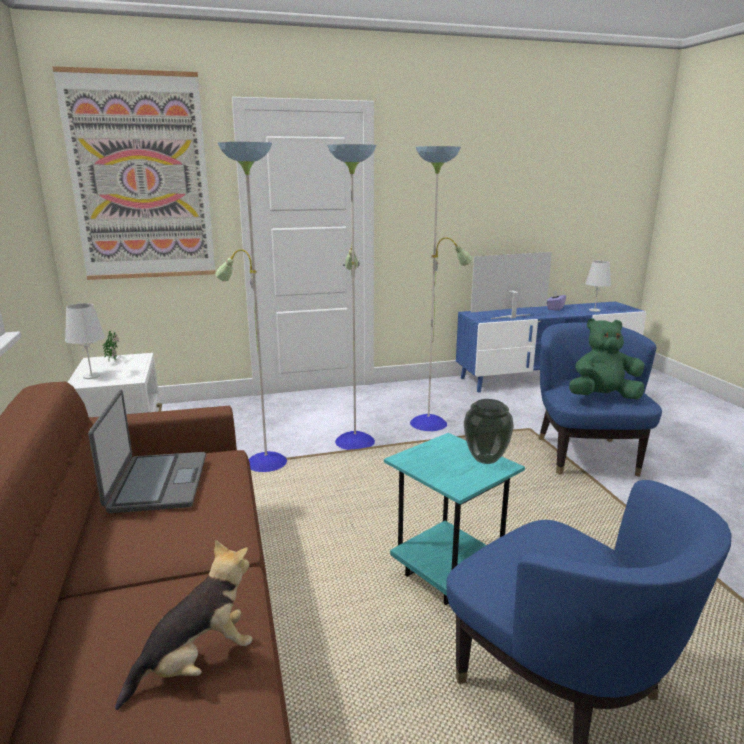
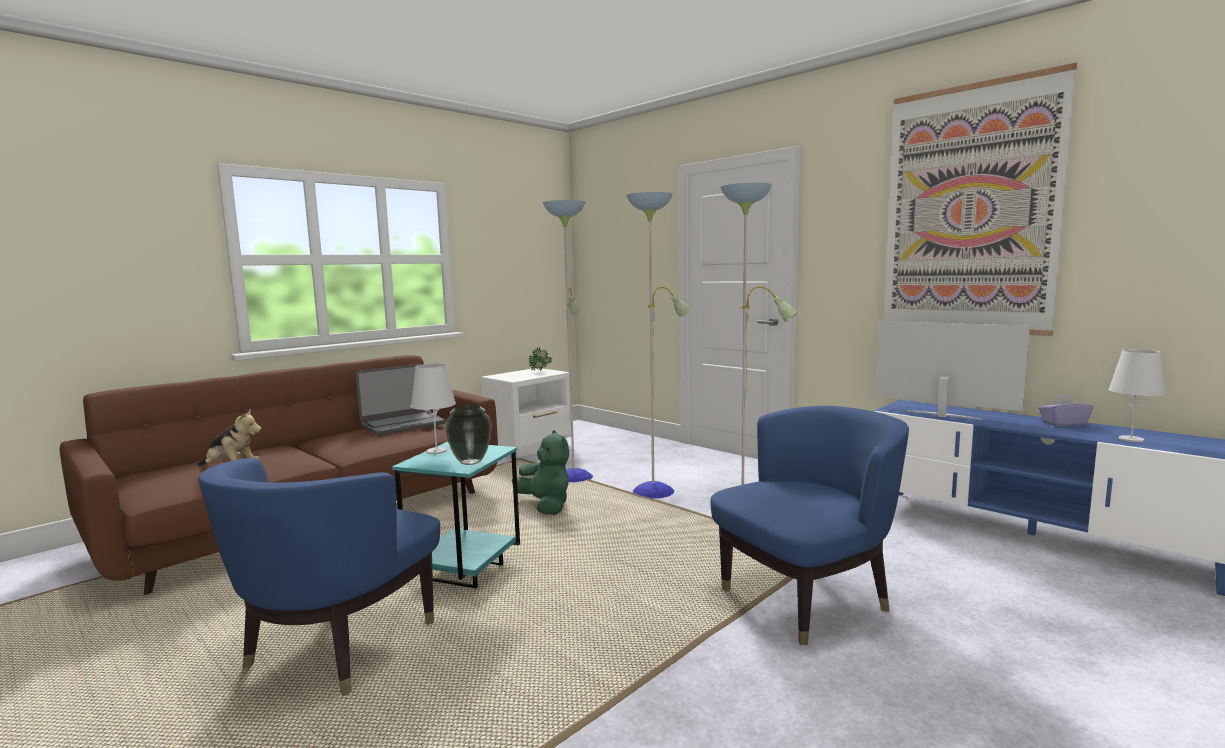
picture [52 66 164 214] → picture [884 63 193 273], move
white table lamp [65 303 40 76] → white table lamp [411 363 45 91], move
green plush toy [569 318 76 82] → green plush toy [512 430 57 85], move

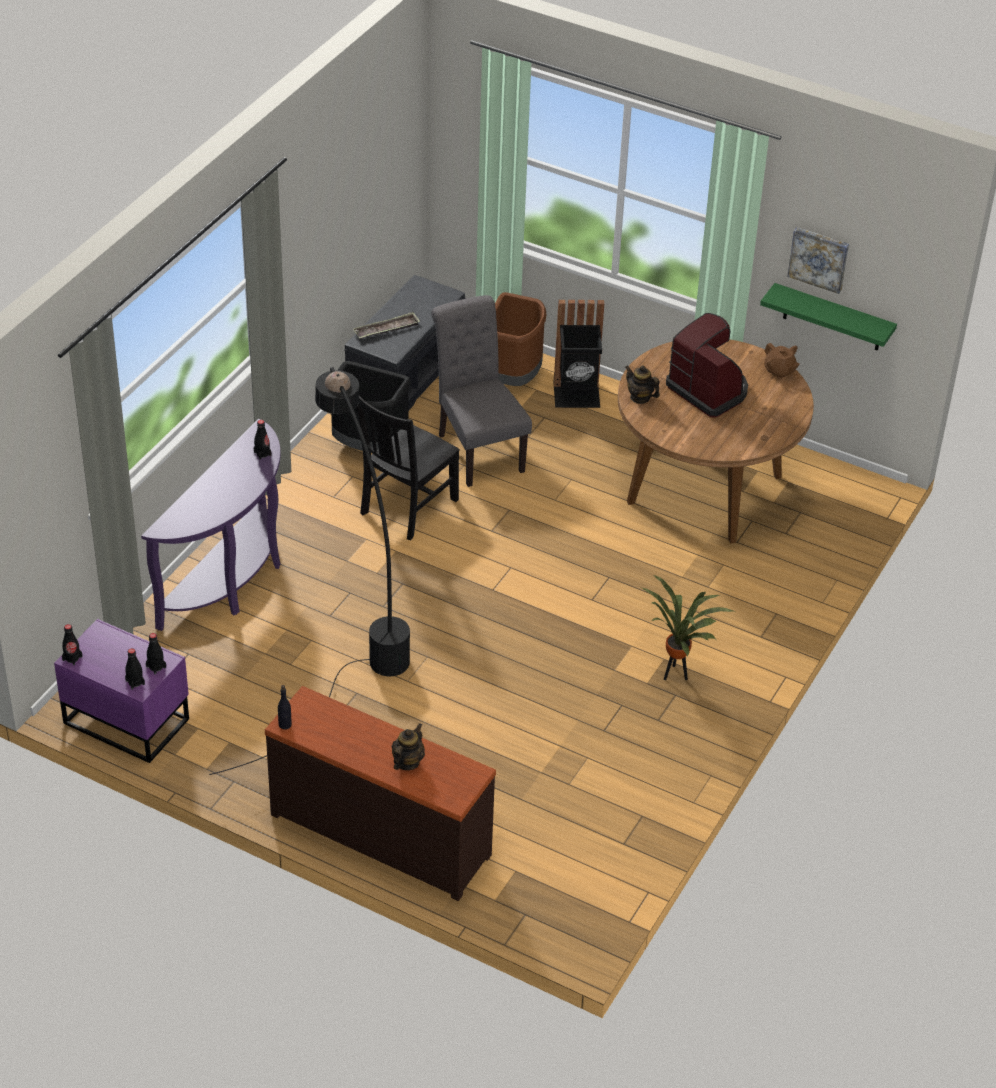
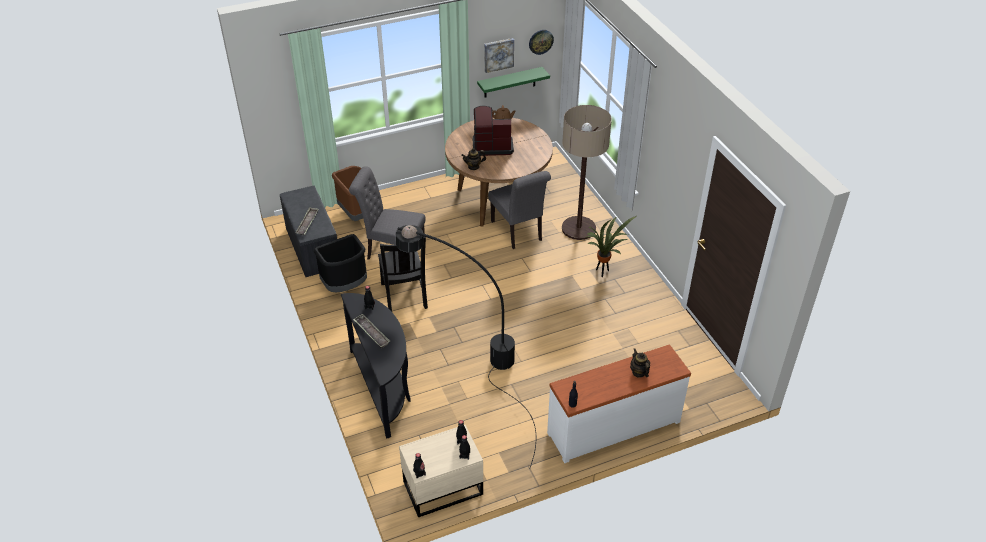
black trash can [554 300 50 108] → -
- → tray [353 314 37 34]
- → grey chair [488 171 63 78]
- → wall clock [529 30 25 25]
- → floor lamp [562 105 50 135]
purple nightstand [54 619 135 144] → beige nightstand [399 425 84 92]
purple console table [141 419 140 212] → black console table [341 293 70 146]
brown dresser [265 686 231 215] → white dresser [547 344 144 119]

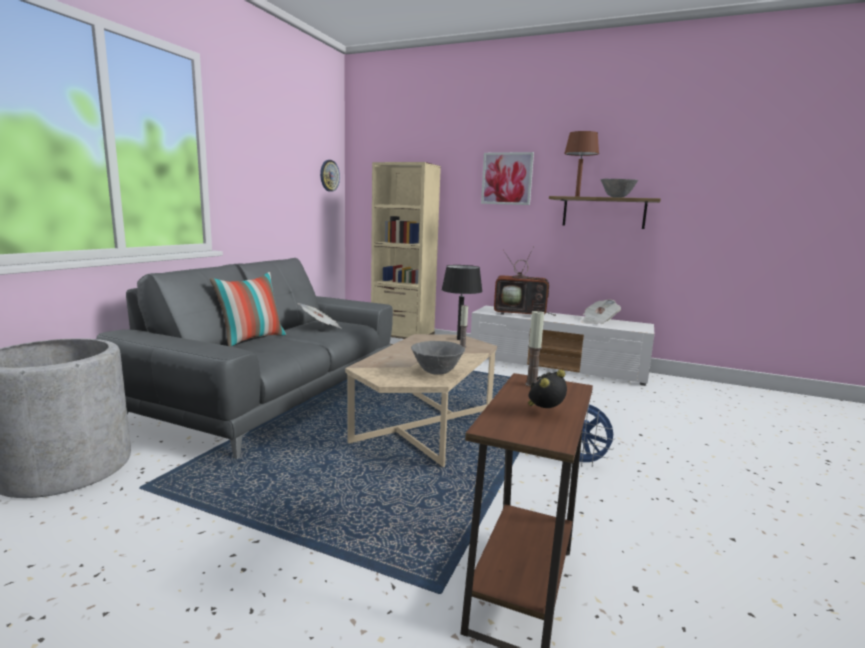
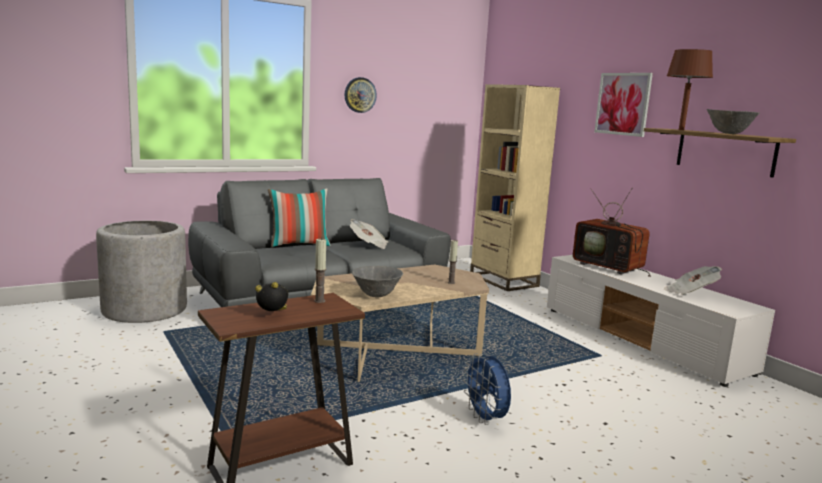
black table lamp [441 265 42 75] → -
wall clock [320 160 20 32] → wall clock [344 77 33 36], move

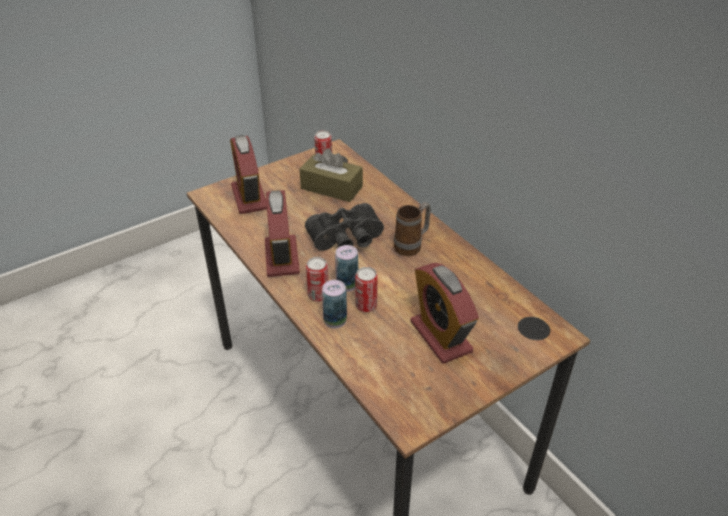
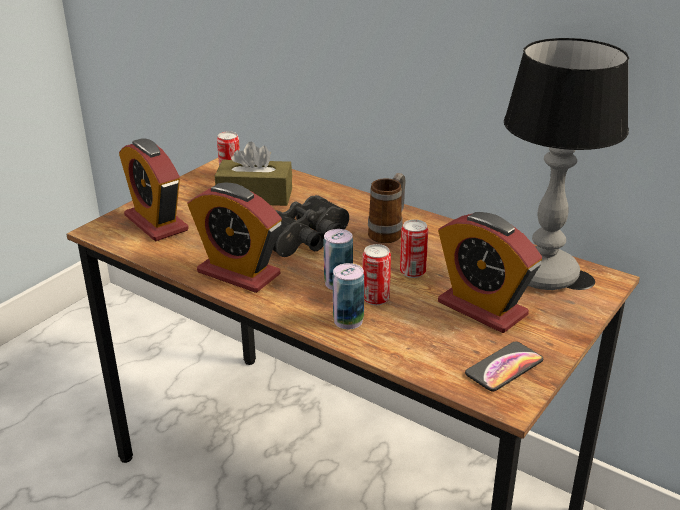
- → phone [465 342 78 49]
- → table lamp [504 38 125 252]
can [306 257 22 45] → can [400 219 28 59], move
alarm clock [265 190 35 87] → alarm clock [187 183 95 110], 150 degrees clockwise

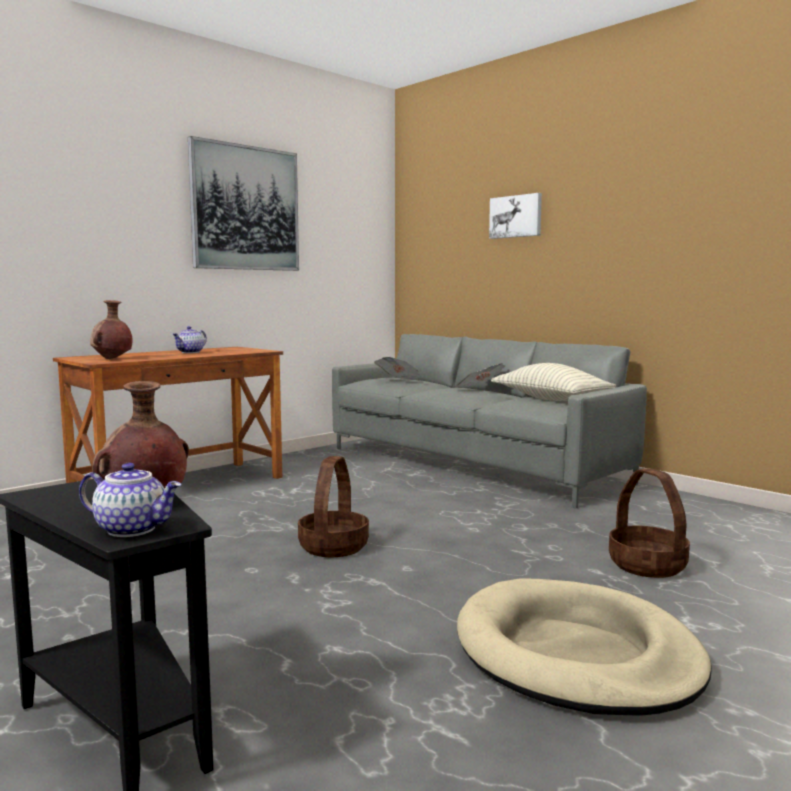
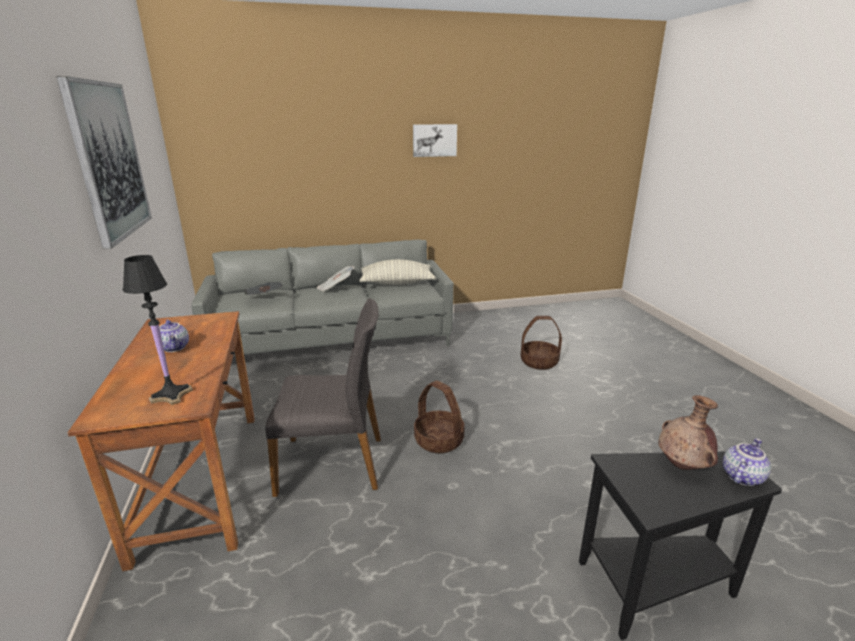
beige dog bed [457 578 255 138] → -
- → grey chair [265 298 116 199]
picture [489 193 53 46] → picture [413 124 44 33], move
brown vase [90 300 42 59] → black table lamp [122 255 71 150]

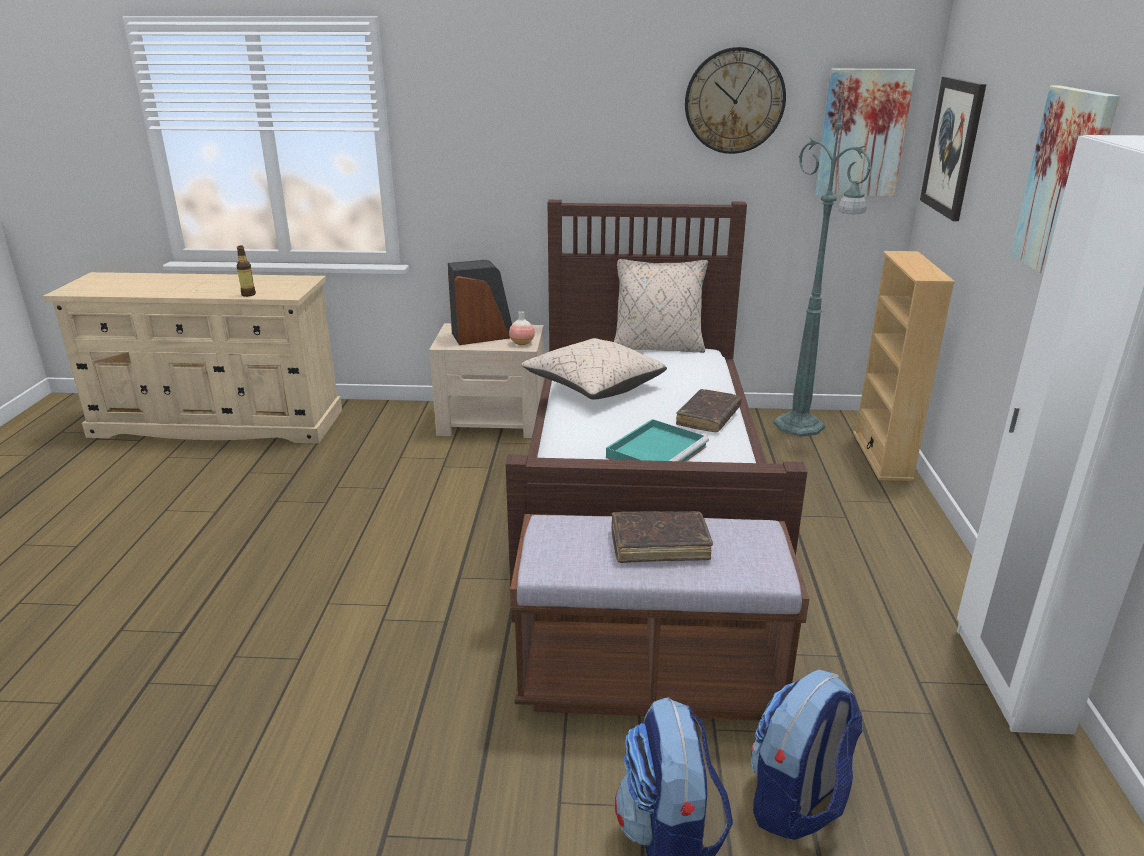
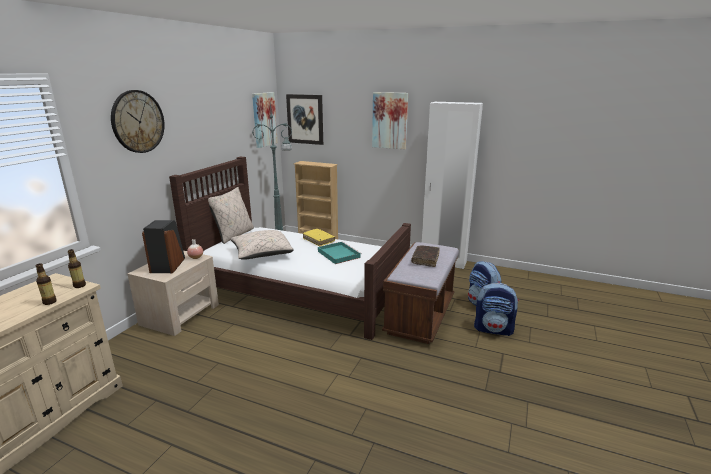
- → bottle [68 249 18 39]
wall clock [685 47 101 107] → wall clock [111 90 54 63], move
brown book [676 389 66 43] → yellow book [303 229 32 18]

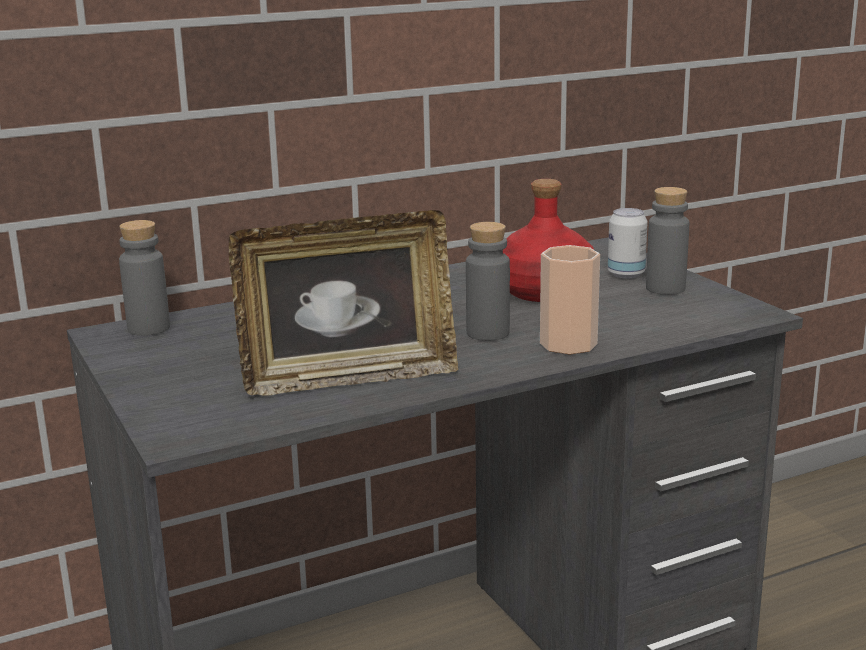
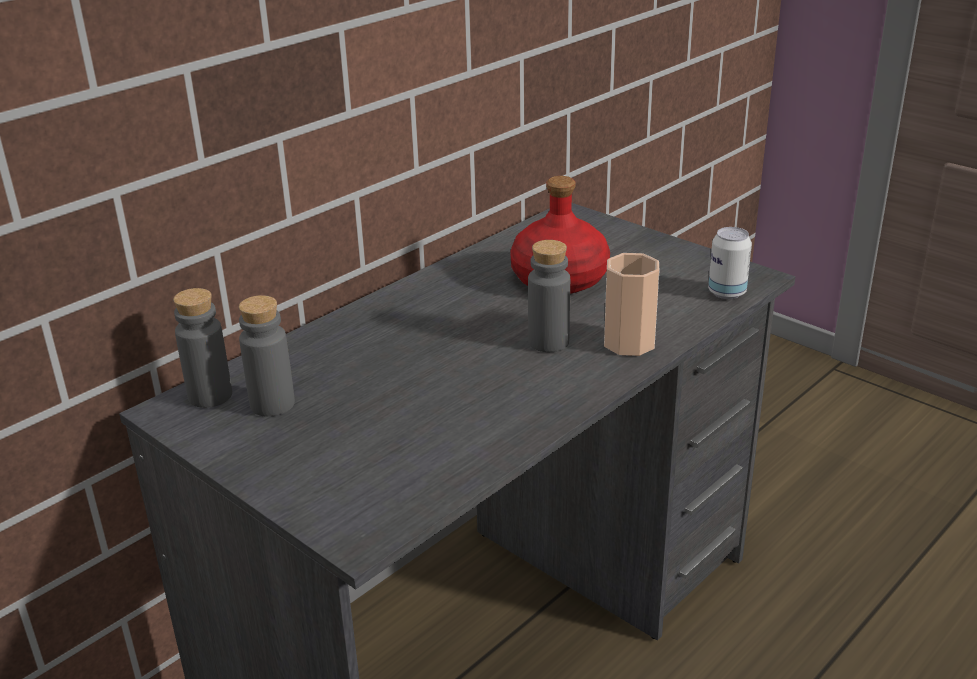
picture frame [229 210 229 186] → -
can [608 208 40 71] → can [708 227 44 72], move
grey bottle [646 187 43 108] → grey bottle [239 295 56 122], move

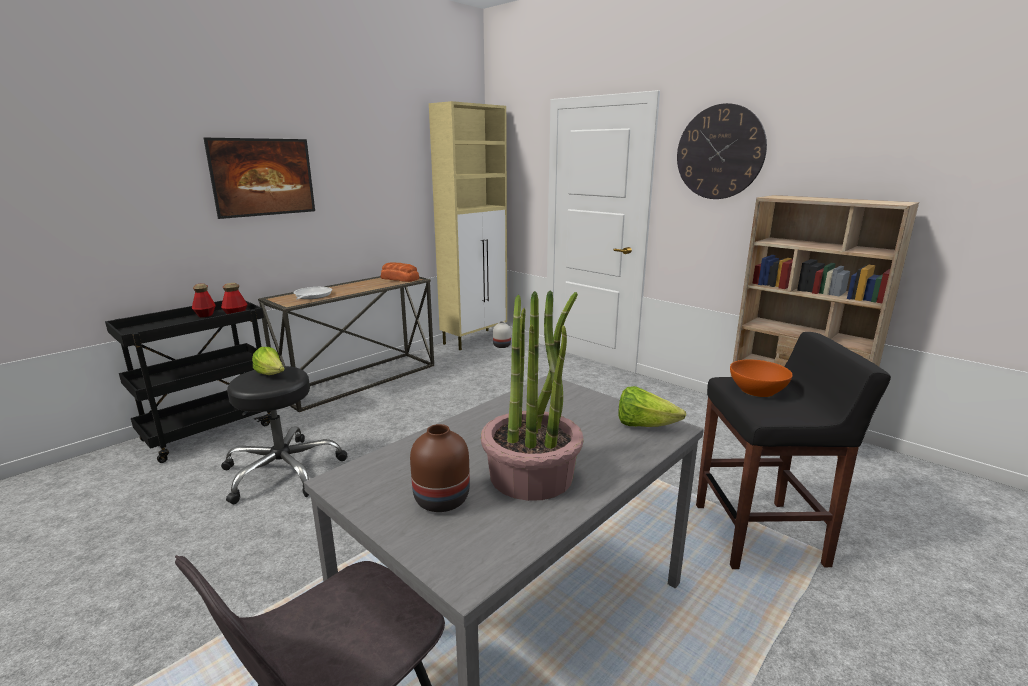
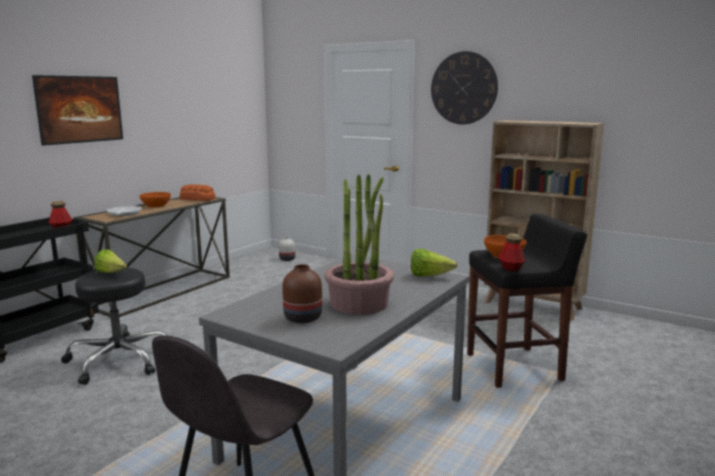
beige cabinet [429 101 78 249] → -
- → orange bowl [140 192 31 16]
bottle [192 283 24 34] → bottle [498 233 27 38], move

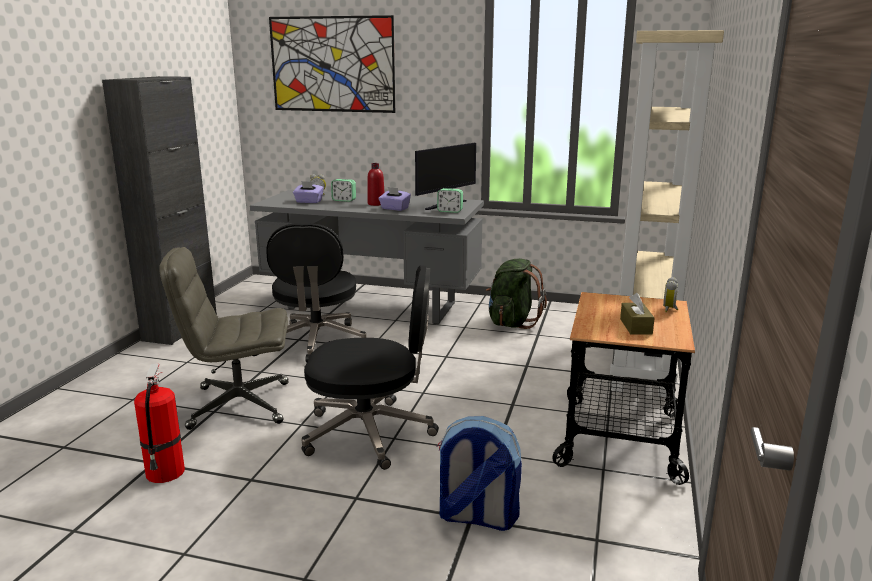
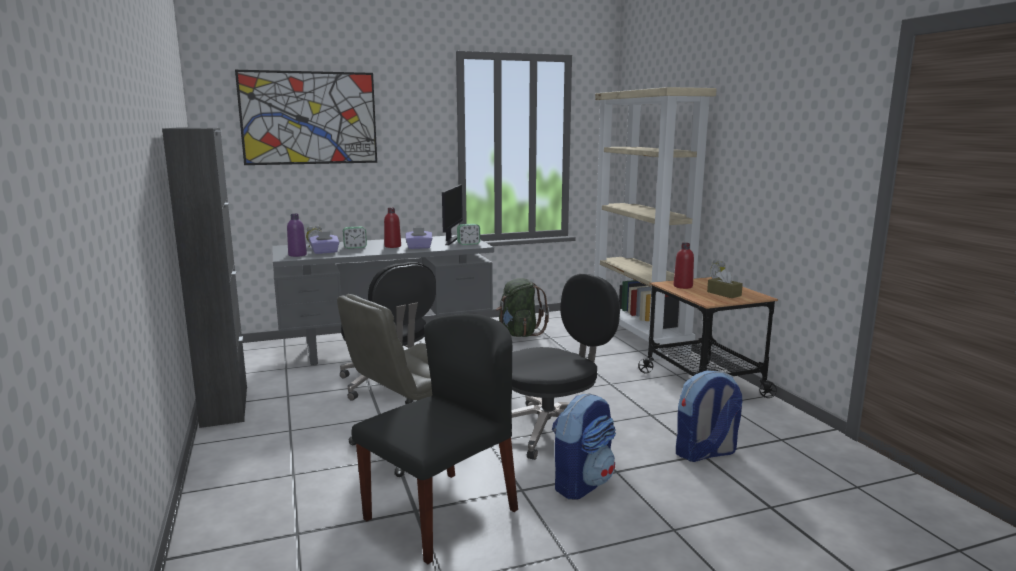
- → purple bottle [287 214 20 43]
- → backpack [552 393 64 107]
- → red bottle [673 243 21 46]
fire extinguisher [134 364 51 119] → black chair [351 314 167 250]

